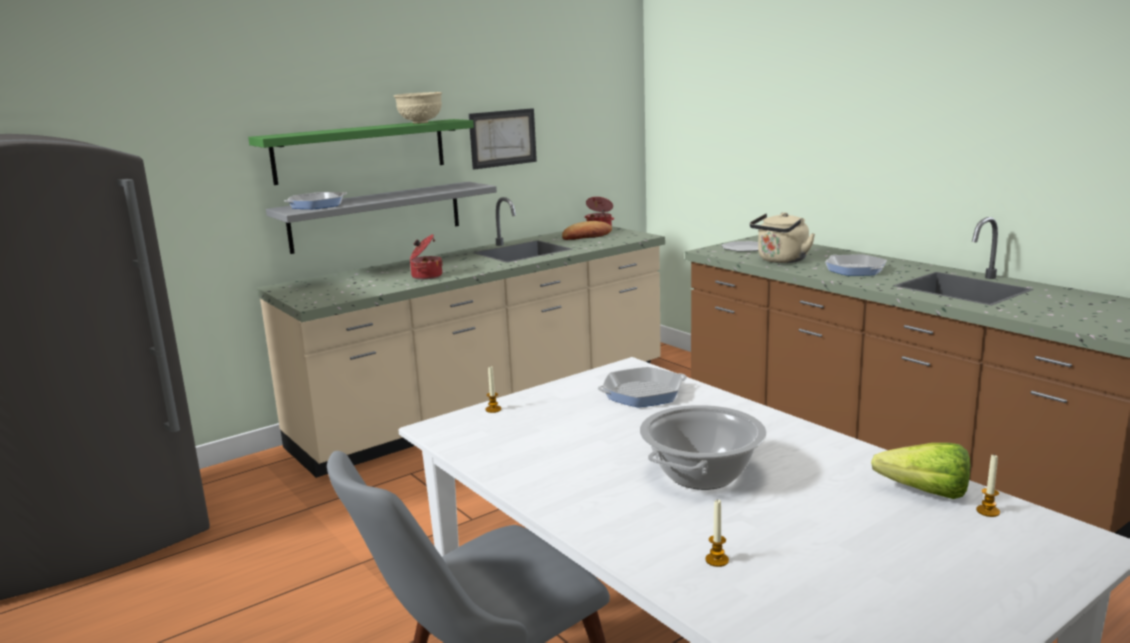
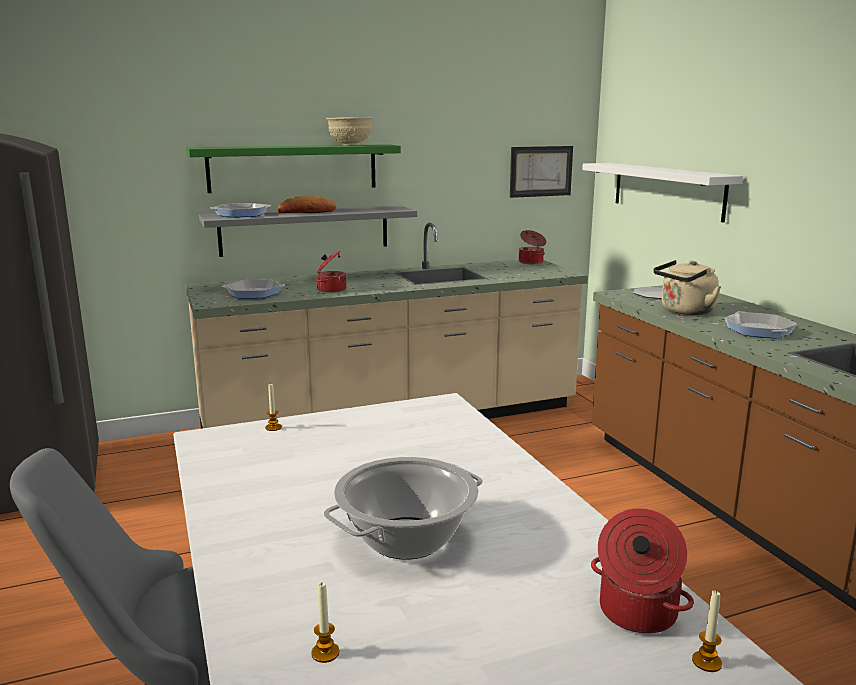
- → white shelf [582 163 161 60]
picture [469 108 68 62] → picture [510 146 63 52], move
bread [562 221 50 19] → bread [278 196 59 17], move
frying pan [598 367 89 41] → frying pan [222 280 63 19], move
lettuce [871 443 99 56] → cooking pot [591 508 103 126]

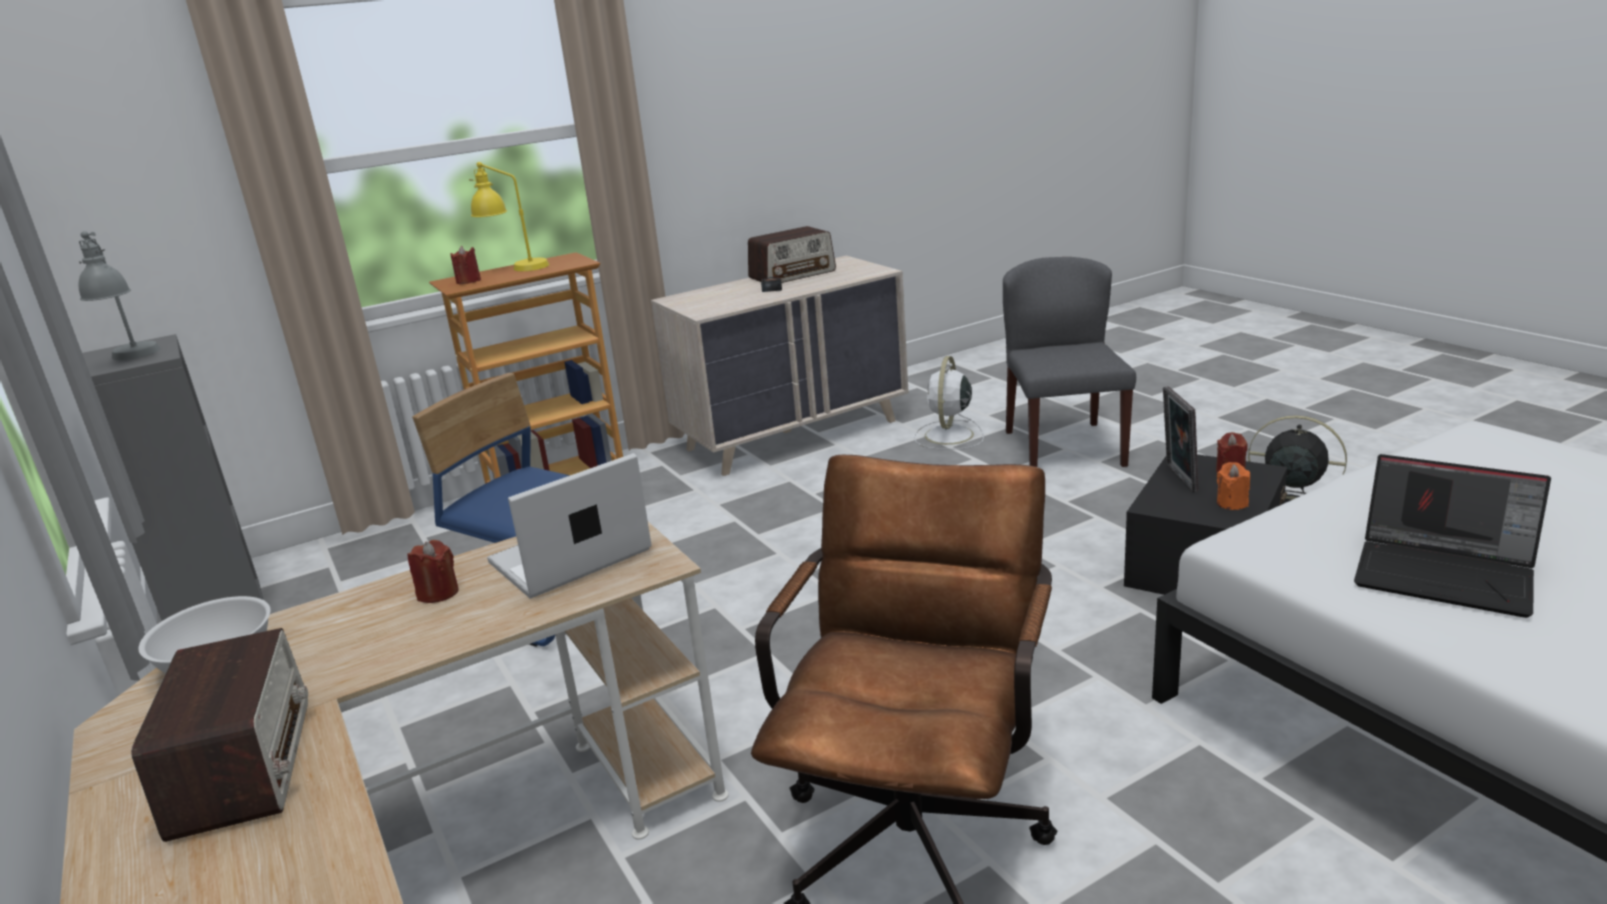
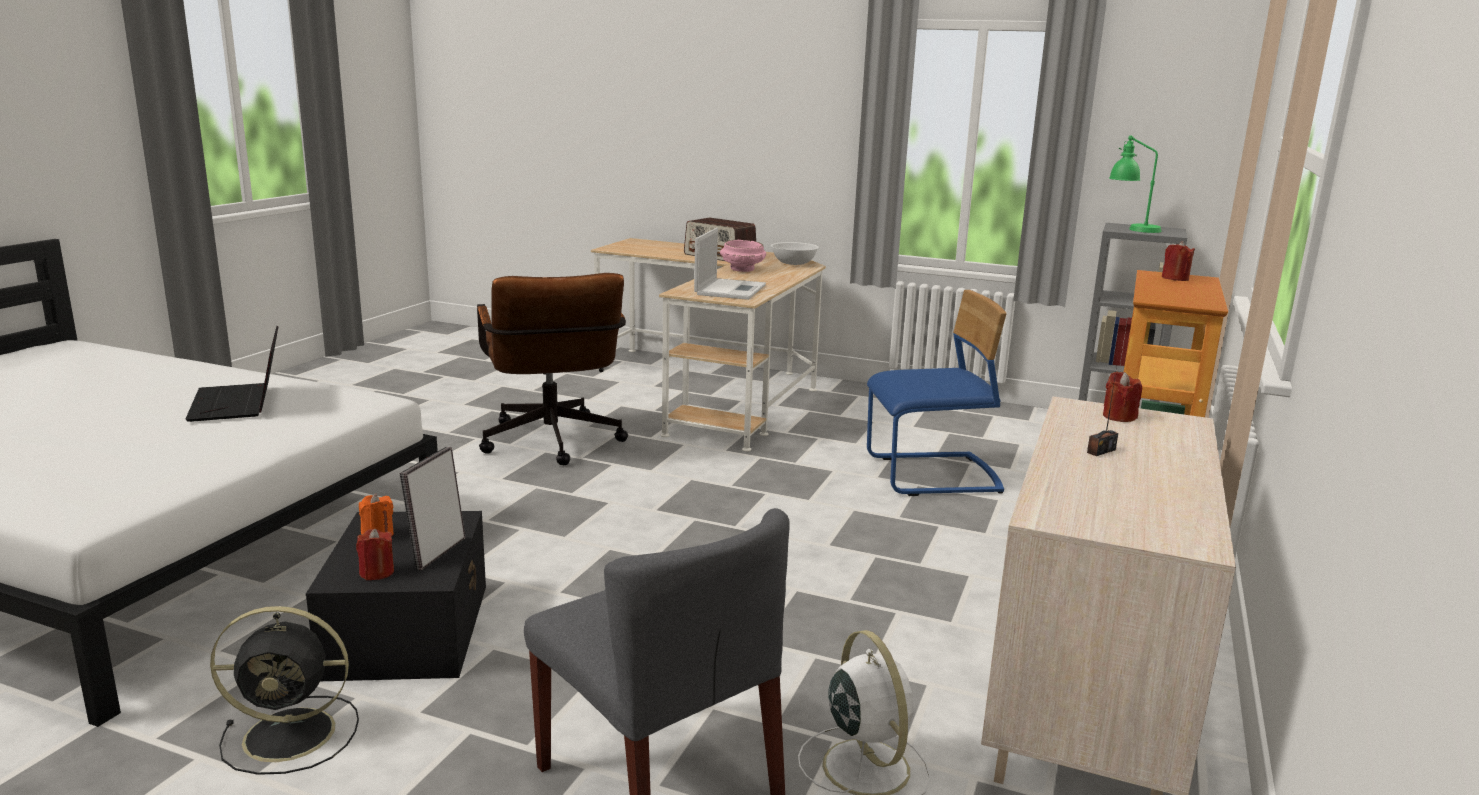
yellow table lamp [469 162 80 109] → -
radio [748 226 88 57] → -
- → pink bowl [720 240 46 32]
red candle [408 540 51 63] → red candle [1103 372 39 50], move
grey table lamp [79 231 81 129] → green table lamp [1109 135 52 98]
picture frame [1163 386 36 106] → picture frame [400 447 65 123], 120 degrees counterclockwise
laptop [1354 454 197 164] → laptop [186 326 93 96], 105 degrees counterclockwise

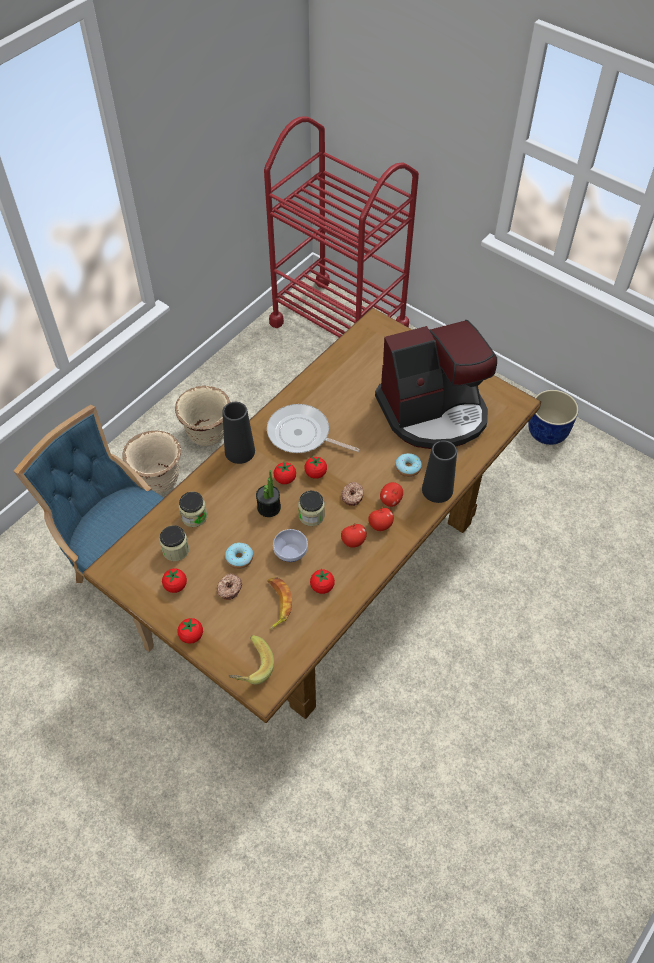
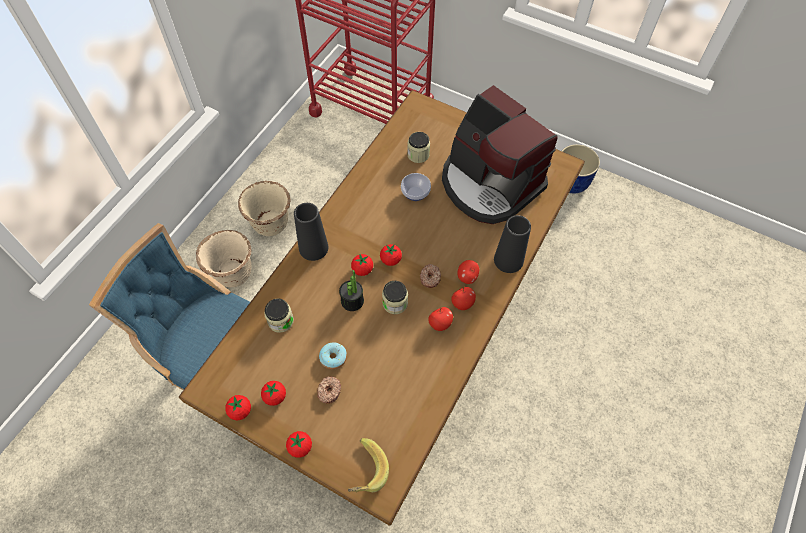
frying pan [267 404 93 49] → -
banana [267 577 25 53] → -
donut [395 453 27 24] → -
jar [159 525 30 36] → jar [407 132 23 31], move
bowl [273 529 35 33] → bowl [401 173 30 28], move
tomato [310 569 25 25] → tomato [225 395 26 25], move
coffee machine [375 320 122 129] → coffee machine [442 85 116 139], 75 degrees clockwise

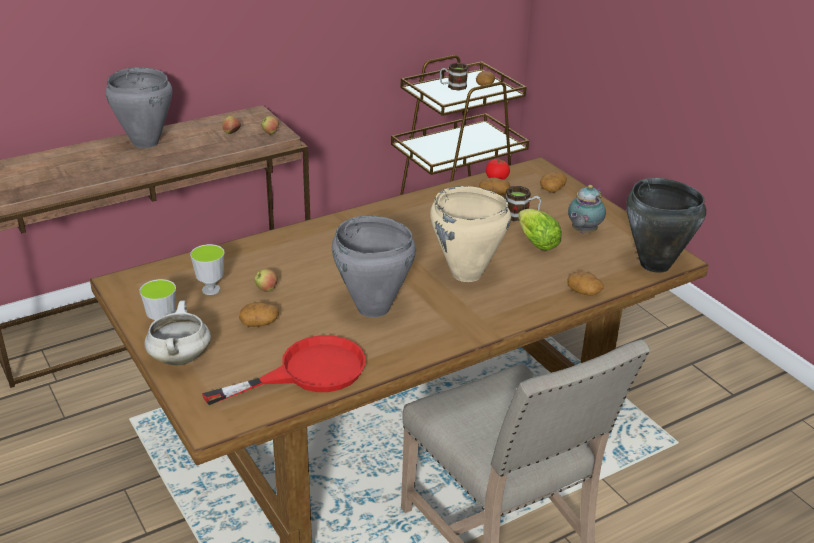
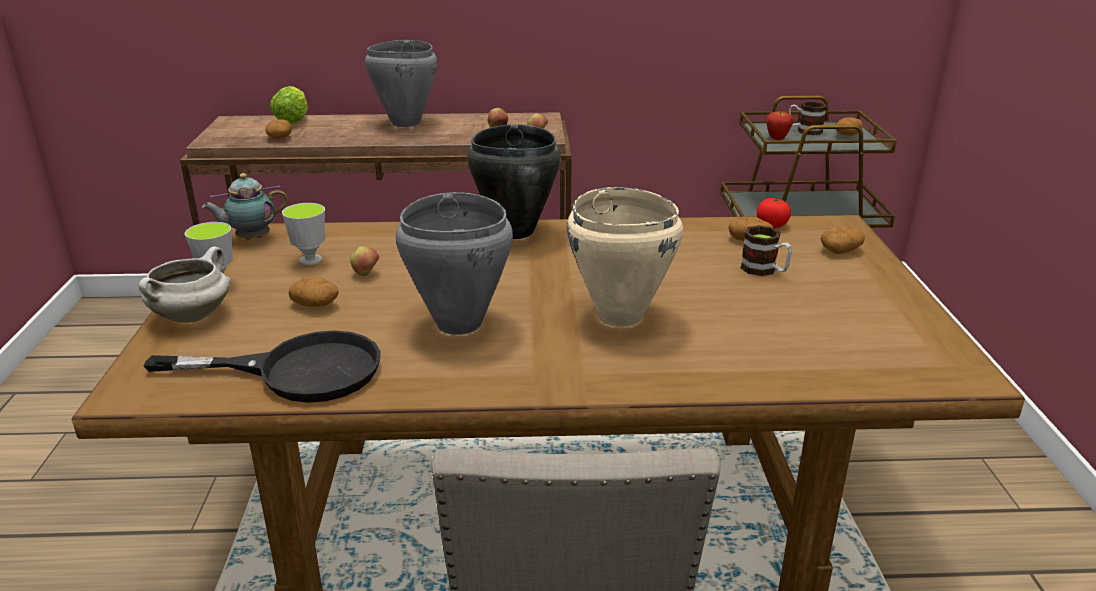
- → apple [766 111 27 29]
lettuce [518 209 44 41] → lettuce [270 86 38 38], move
potato [567 271 37 25] → potato [265 119 27 20], move
teapot [568 185 38 48] → teapot [202 173 86 67], move
black cooking pot [626 178 80 95] → black cooking pot [467 124 94 115], move
red frying pan [202 335 164 70] → black frying pan [144 330 237 73]

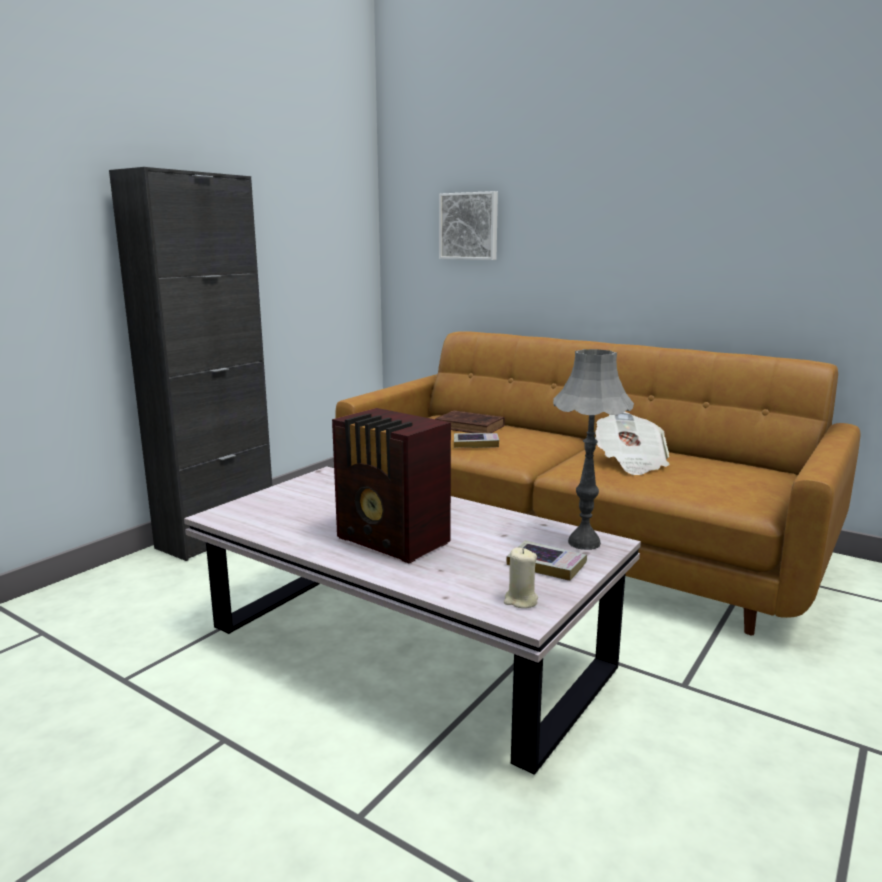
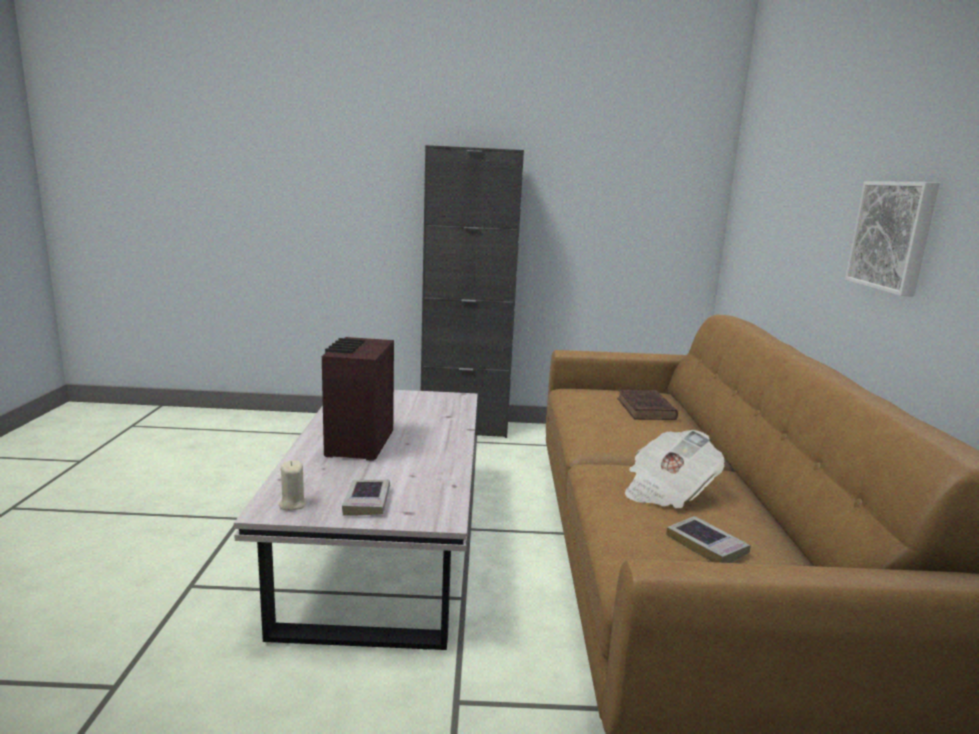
grey table lamp [553 349 81 201] → -
picture [439 191 59 69] → picture [845 181 94 116], move
book [454 433 45 15] → book [666 516 85 47], move

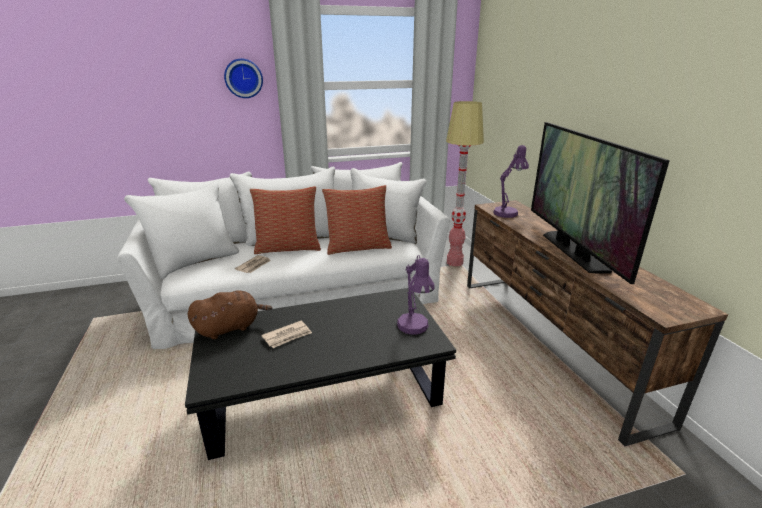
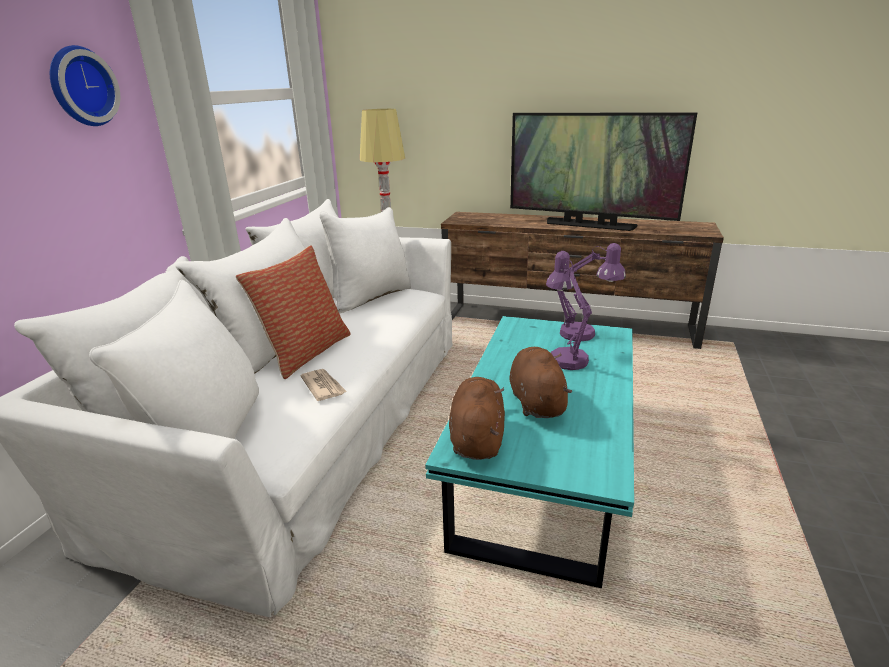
pillow [322 185 70 70] → -
purple table lamp [493 145 36 73] → purple table lamp [546 251 46 119], move
newspaper [261 321 51 27] → brown plush toy [509 347 63 71]
black coffee table [185 288 271 172] → turquoise coffee table [425 316 209 272]

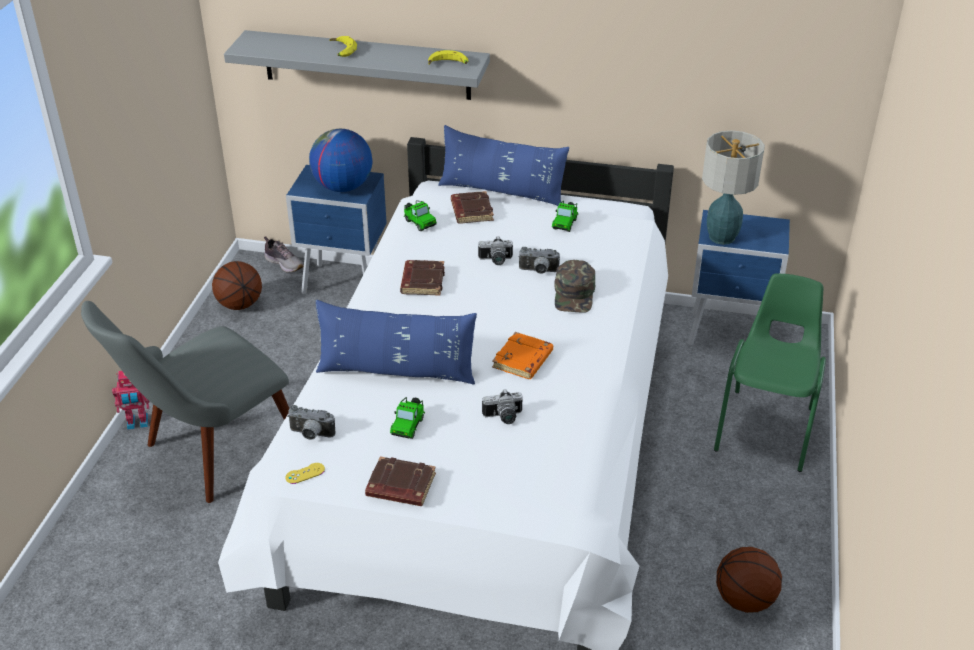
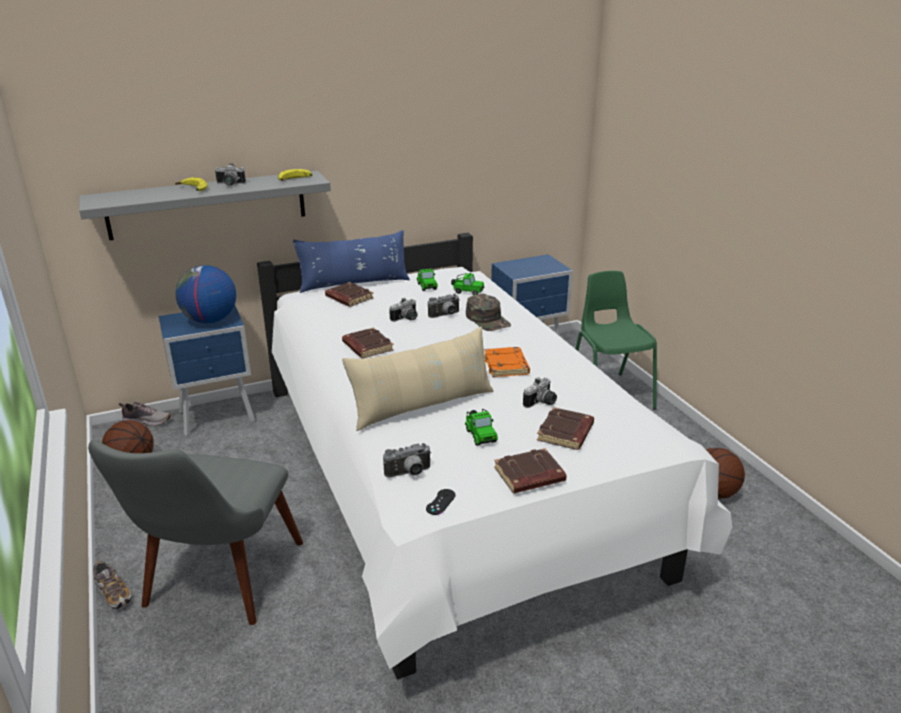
table lamp [702 130 63 115] → -
- → photo camera [215 163 31 23]
- → brown book [537 407 57 43]
toy car [404 200 33 31] → toy car [451 273 33 22], move
toy robot [112 371 38 59] → shoe [93 561 39 49]
yellow game controller [285 463 40 21] → black game controller [426 489 29 26]
blue pillow [316 300 161 84] → beige pillow [342 327 152 104]

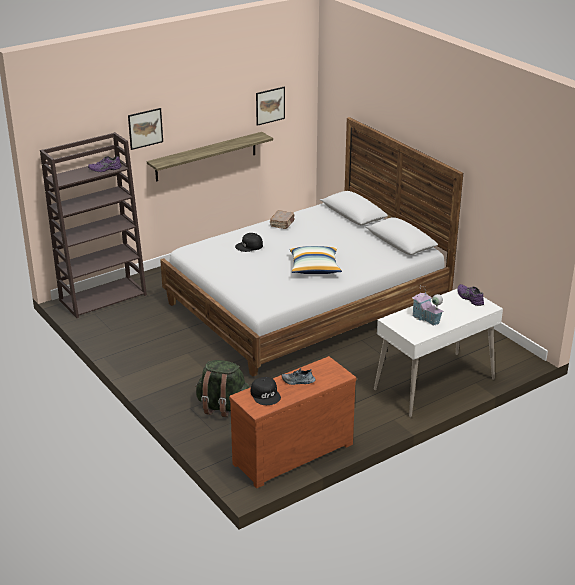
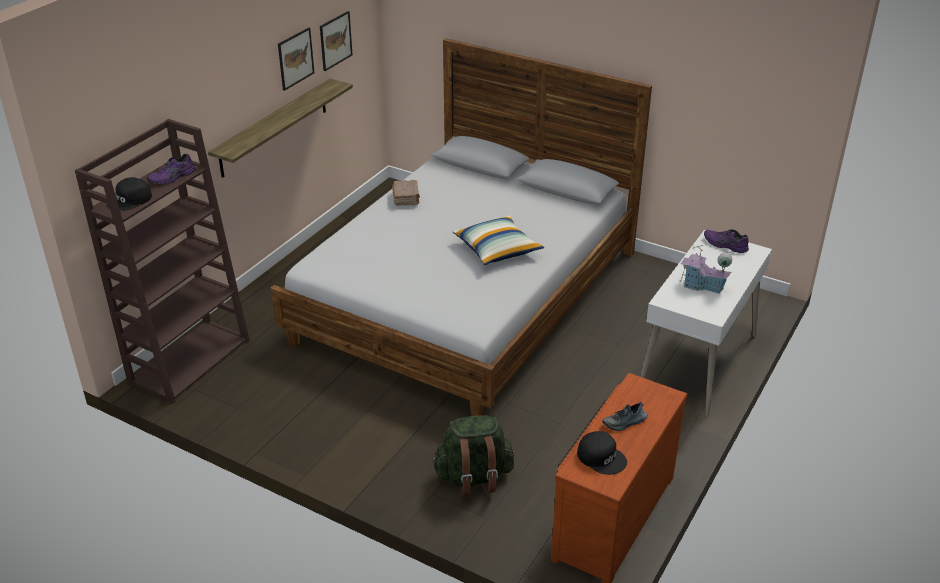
picture [128 108 35 42] → picture [278 27 36 64], move
black cap [235 233 28 19] → black cap [107 177 45 34], move

